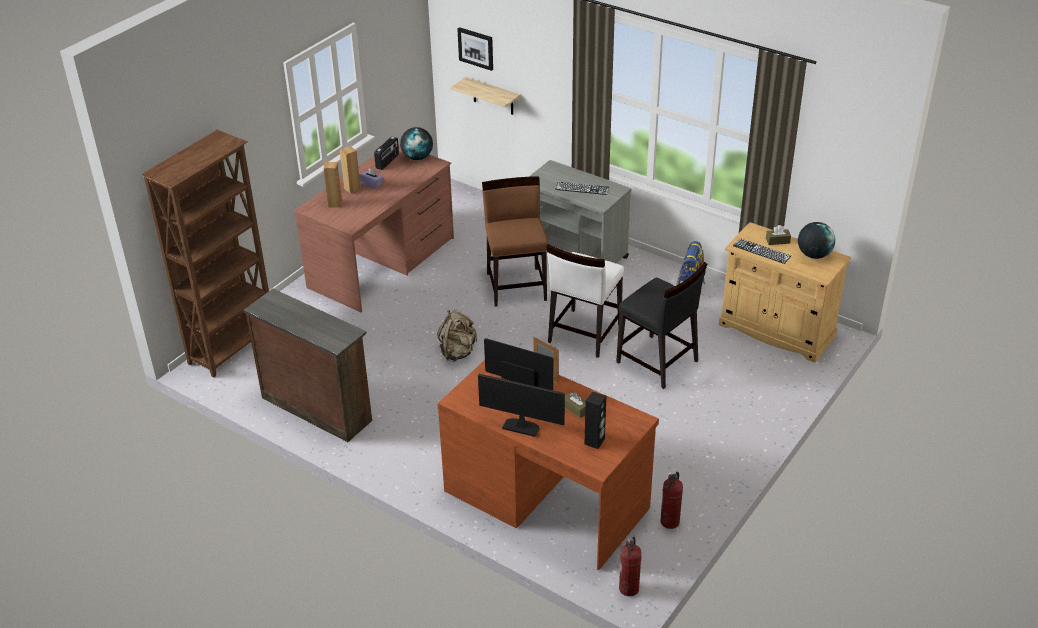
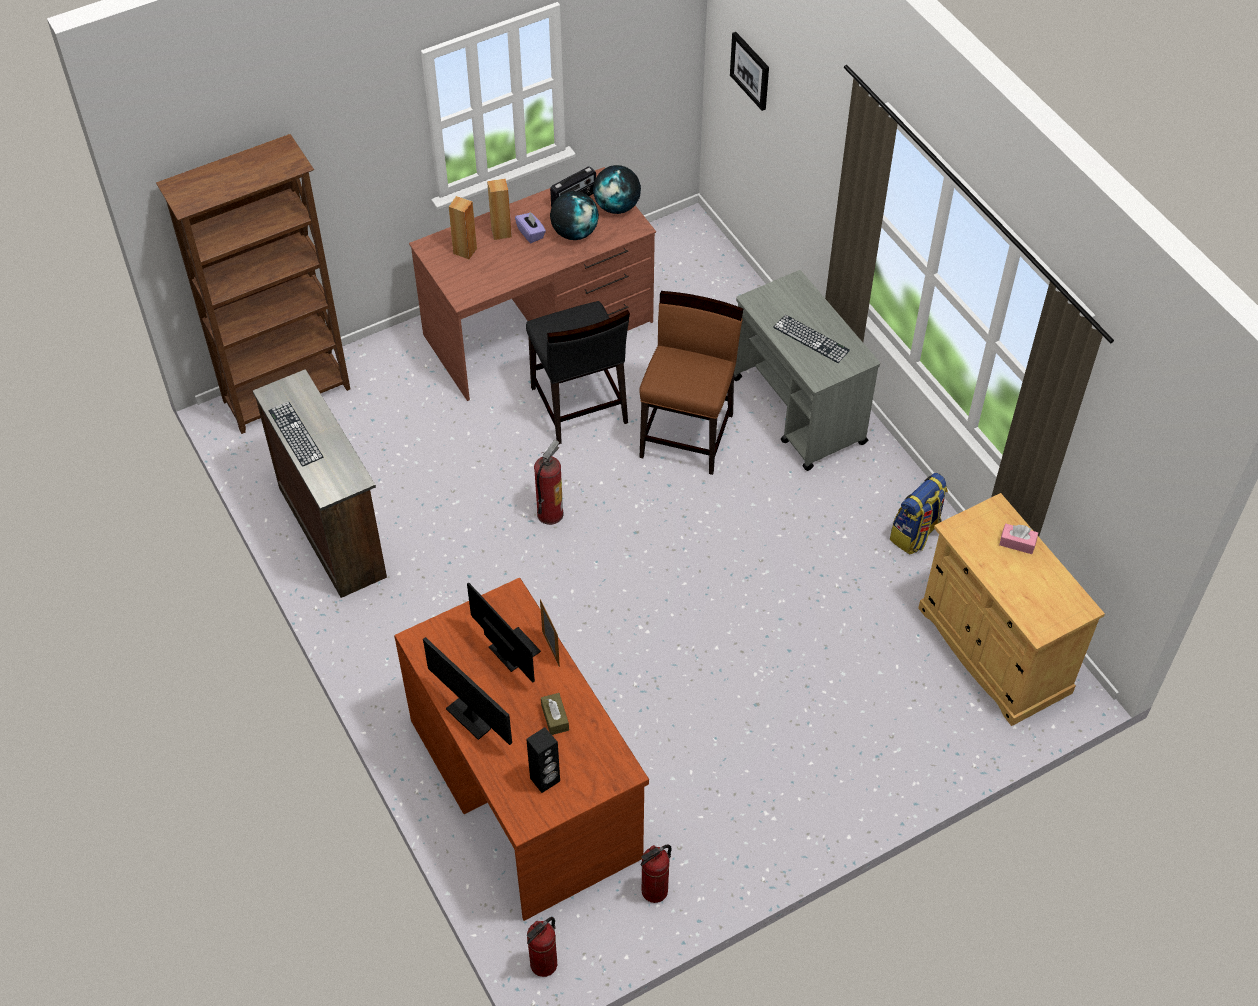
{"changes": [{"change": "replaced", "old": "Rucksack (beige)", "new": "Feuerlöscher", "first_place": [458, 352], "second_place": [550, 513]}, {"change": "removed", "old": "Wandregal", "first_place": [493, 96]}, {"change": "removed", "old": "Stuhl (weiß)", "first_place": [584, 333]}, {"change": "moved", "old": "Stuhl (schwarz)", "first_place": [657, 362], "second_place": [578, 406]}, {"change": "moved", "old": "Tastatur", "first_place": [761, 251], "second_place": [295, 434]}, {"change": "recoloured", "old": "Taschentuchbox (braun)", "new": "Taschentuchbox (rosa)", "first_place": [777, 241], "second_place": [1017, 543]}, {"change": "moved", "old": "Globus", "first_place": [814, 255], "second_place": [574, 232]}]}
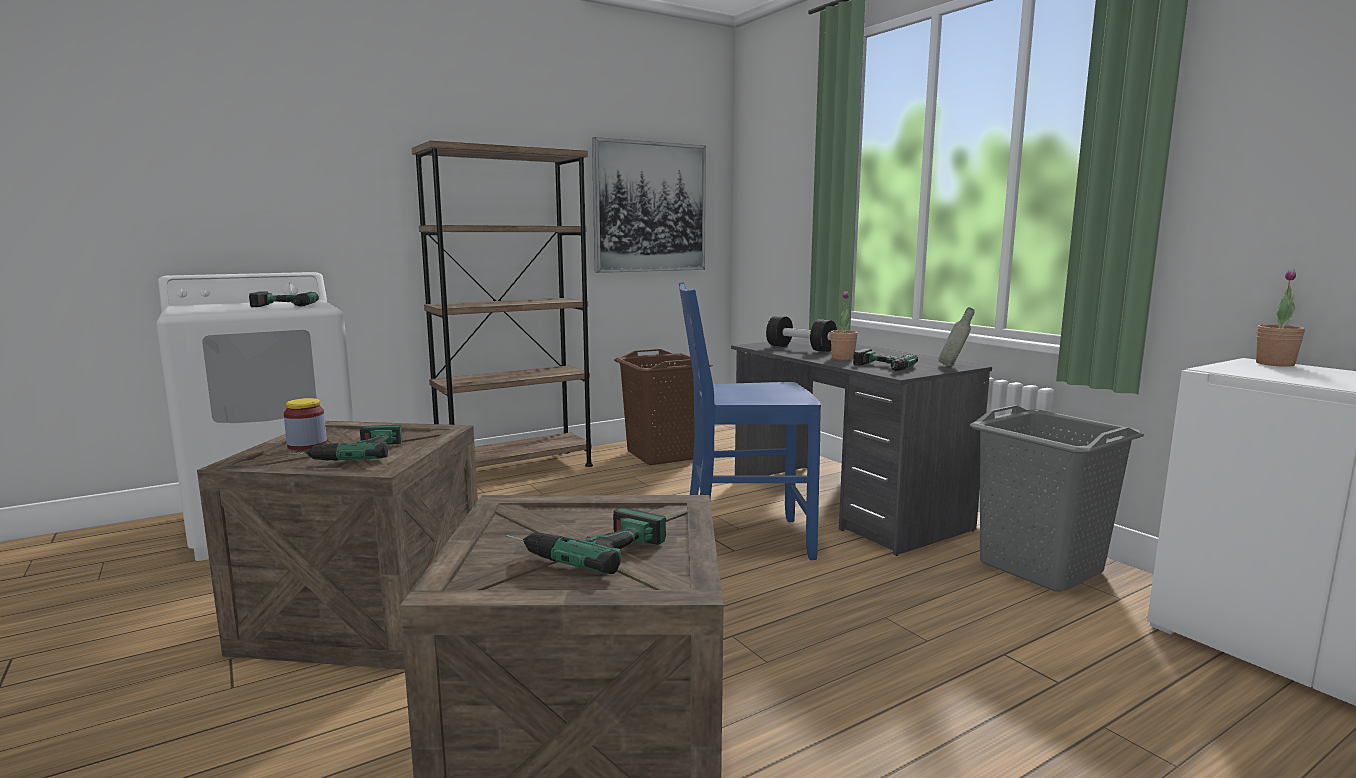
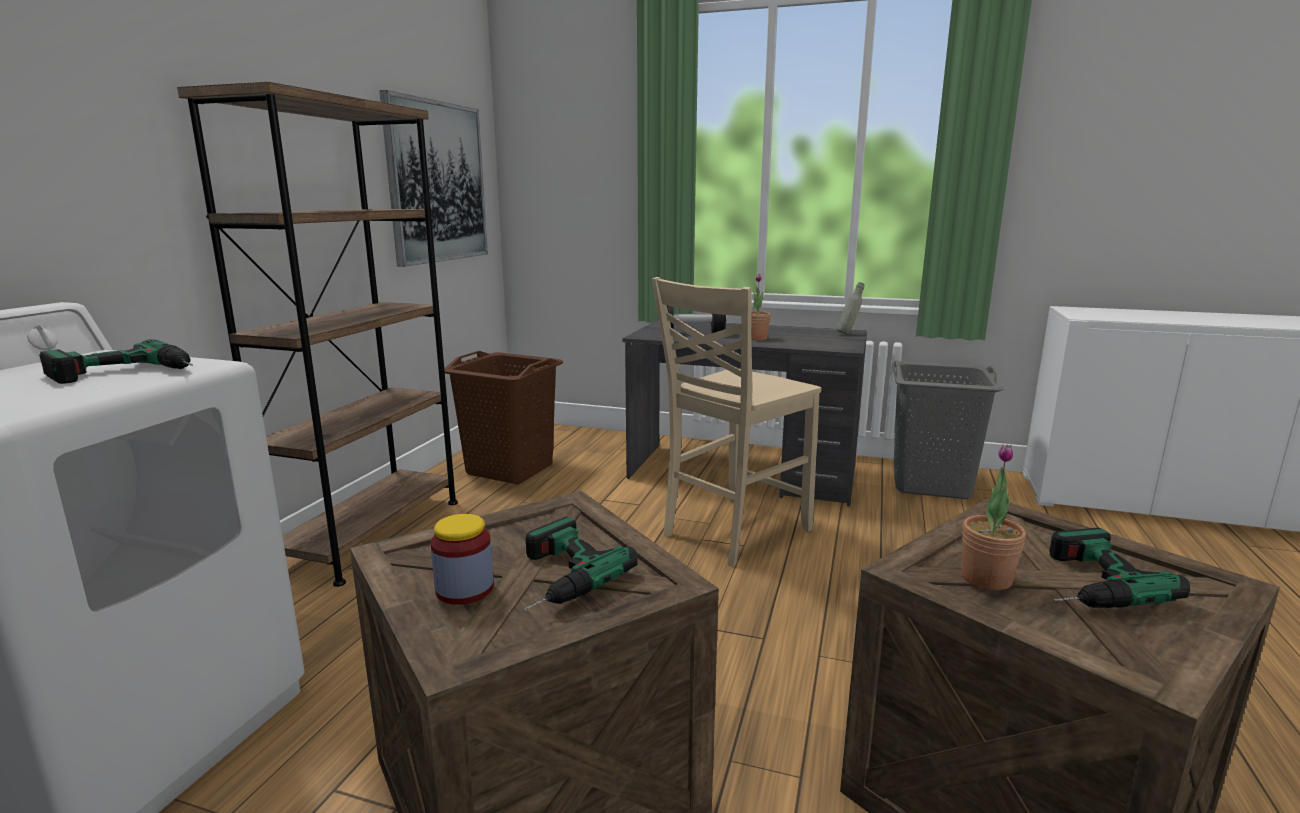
{"changes": [{"change": "recoloured", "old": "Stuhl (blau)", "new": "Stuhl (beige)", "first_place": [743, 539], "second_place": [732, 532]}, {"change": "removed", "old": "Bohrmaschine", "first_place": [879, 368]}, {"change": "moved", "old": "Topfpflanze", "first_place": [1275, 364], "second_place": [986, 578]}]}
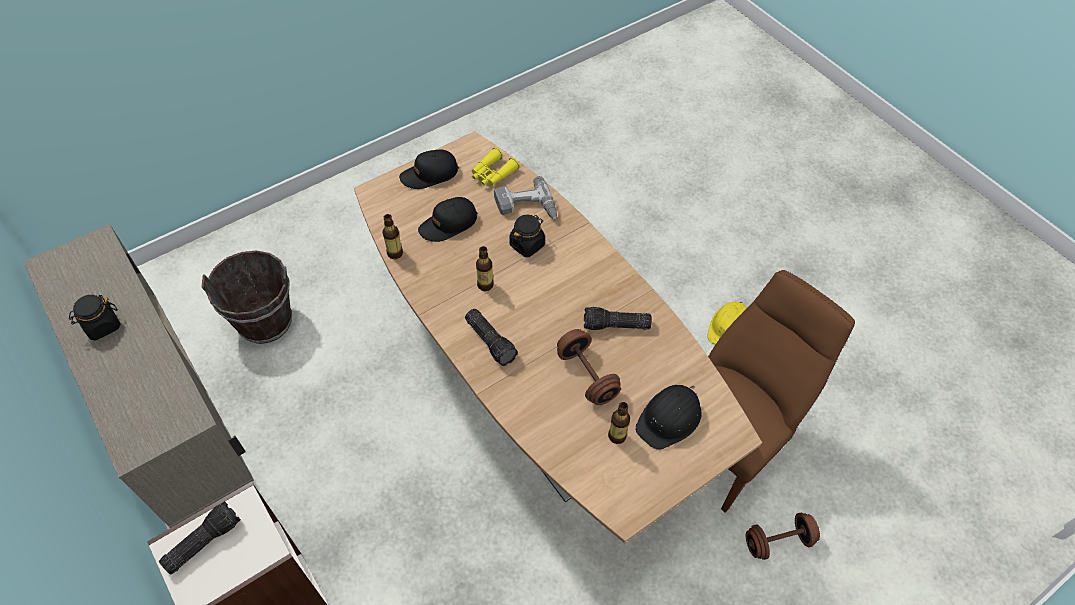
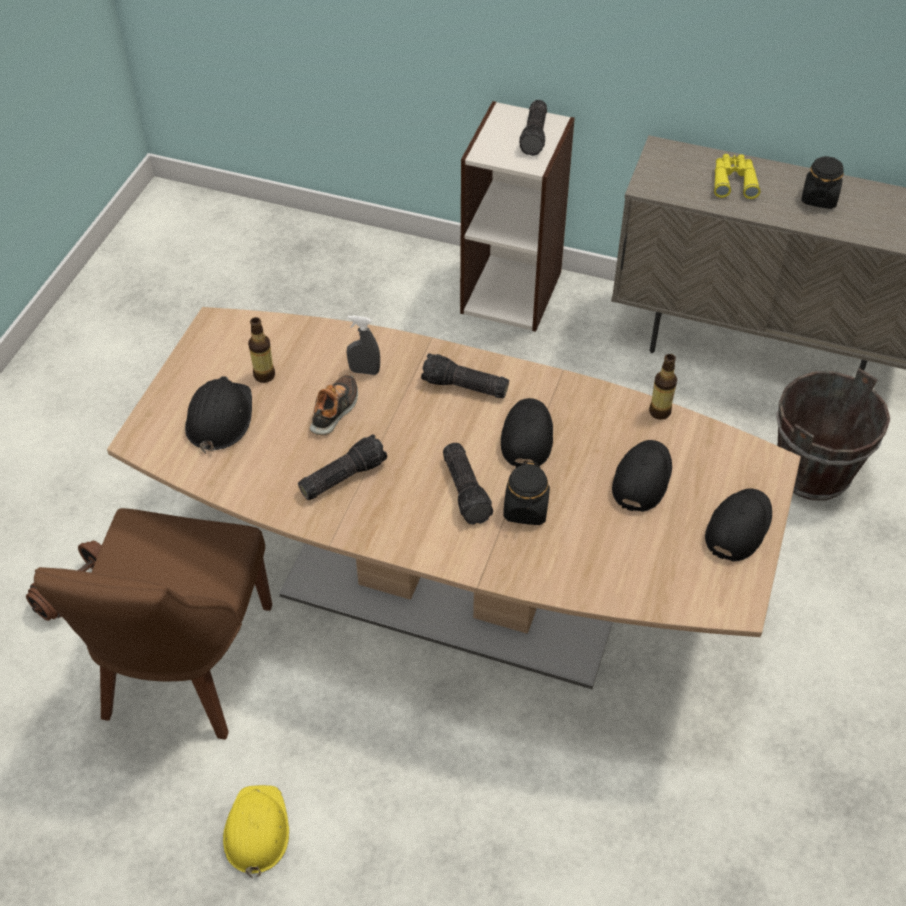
{"changes": [{"change": "moved", "old": "Fernglas (gelb)", "first_place": [492, 174], "second_place": [733, 181]}, {"change": "replaced", "old": "Flasche", "new": "Kappe (schwarz)", "first_place": [485, 285], "second_place": [527, 436]}, {"change": "removed", "old": "Bohrmaschine", "first_place": [526, 208]}, {"change": "replaced", "old": "Hantel (braun)", "new": "Schuh", "first_place": [587, 376], "second_place": [335, 410]}, {"change": "added", "new": "Sprühflasche (grau)", "second_place": [364, 371]}, {"change": "added", "new": "Taschenlampe", "second_place": [467, 490]}]}
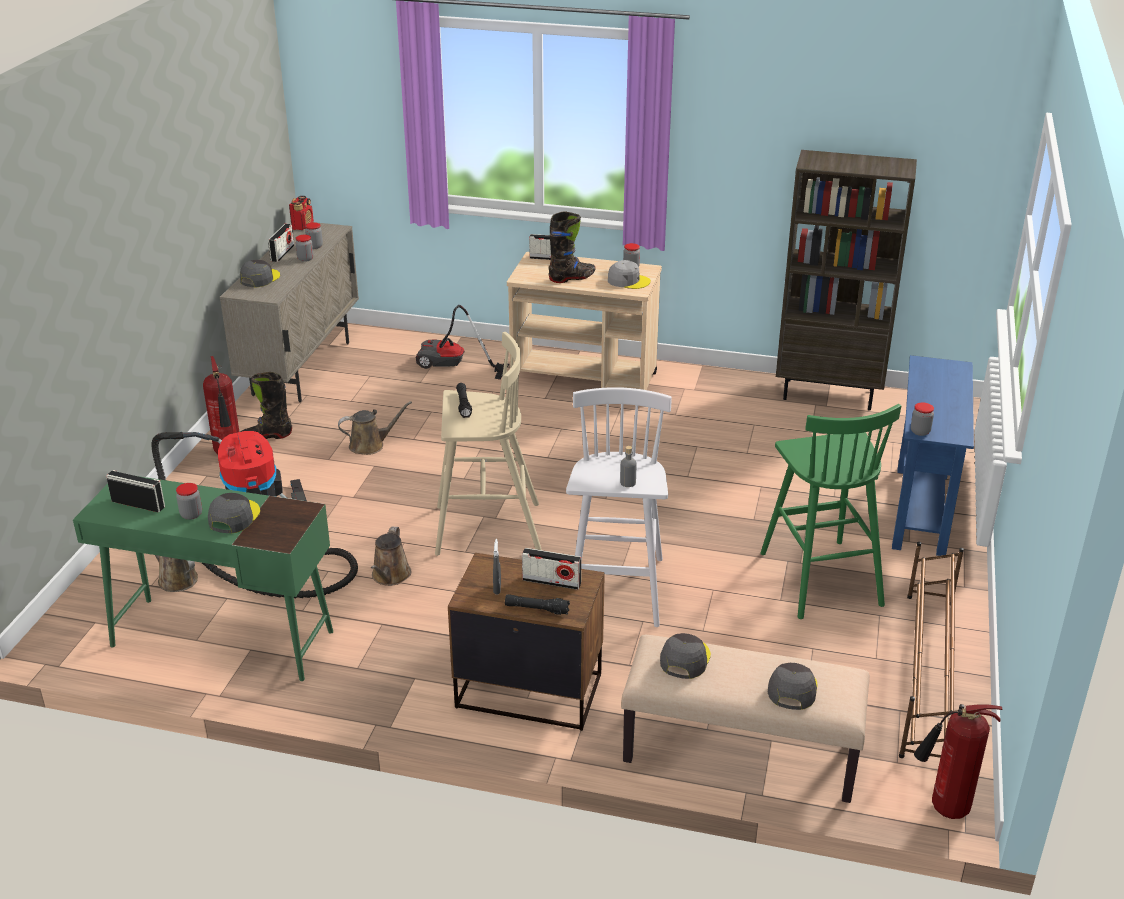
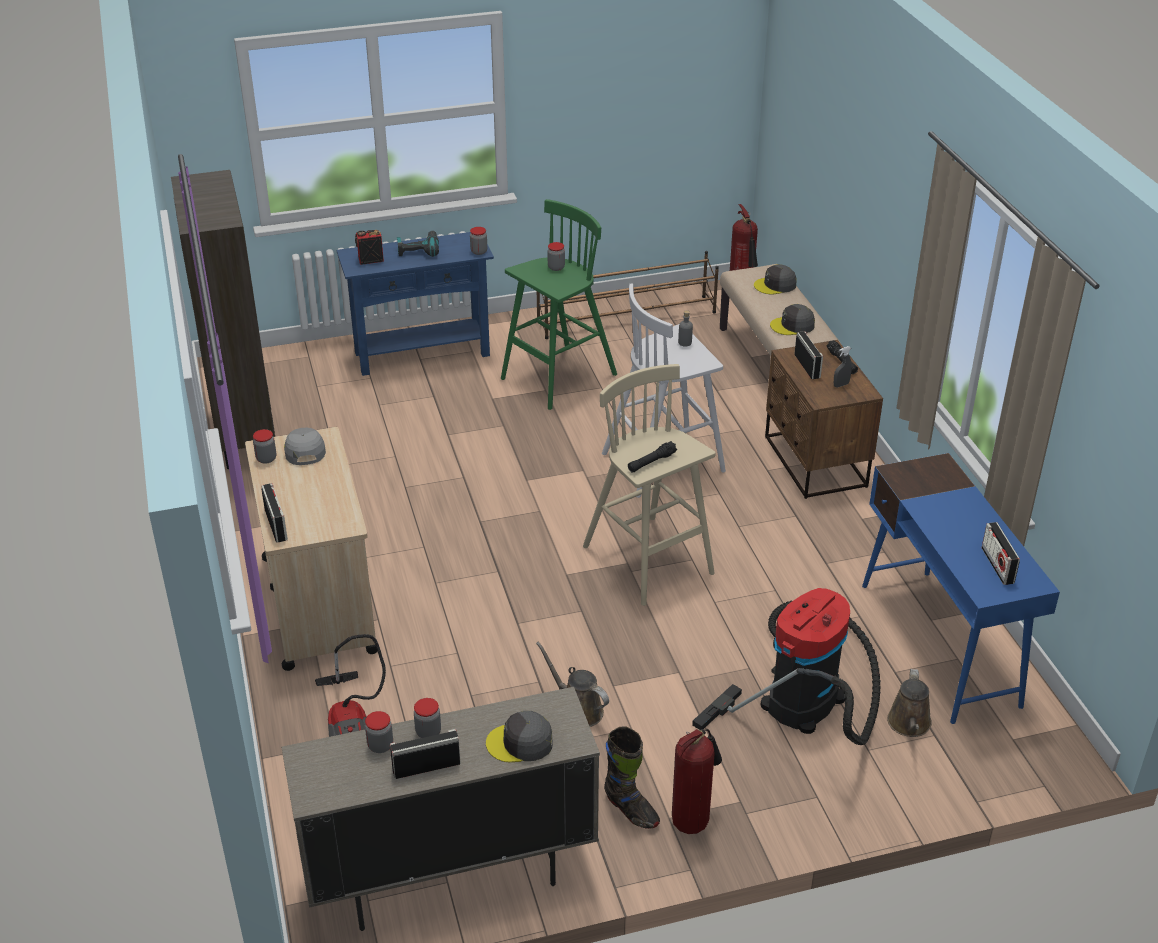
{"changes": [{"change": "recoloured", "old": "Schreibtisch (grün)", "new": "Schreibtisch (blau)", "first_place": [221, 638], "second_place": [939, 644]}, {"change": "moved", "old": "Vorratsglas", "first_place": [191, 514], "second_place": [556, 267]}, {"change": "removed", "old": "Kappe (grau)", "first_place": [234, 517]}, {"change": "moved", "old": "Radio", "first_place": [303, 226], "second_place": [370, 259]}, {"change": "removed", "old": "Gießkanne (braun)", "first_place": [390, 576]}, {"change": "removed", "old": "Stiefel (schwarz)", "first_place": [572, 278]}, {"change": "added", "new": "Bohrmaschine", "second_place": [418, 249]}]}
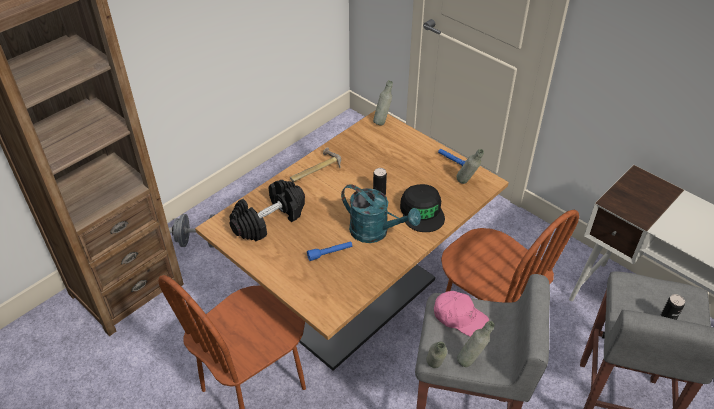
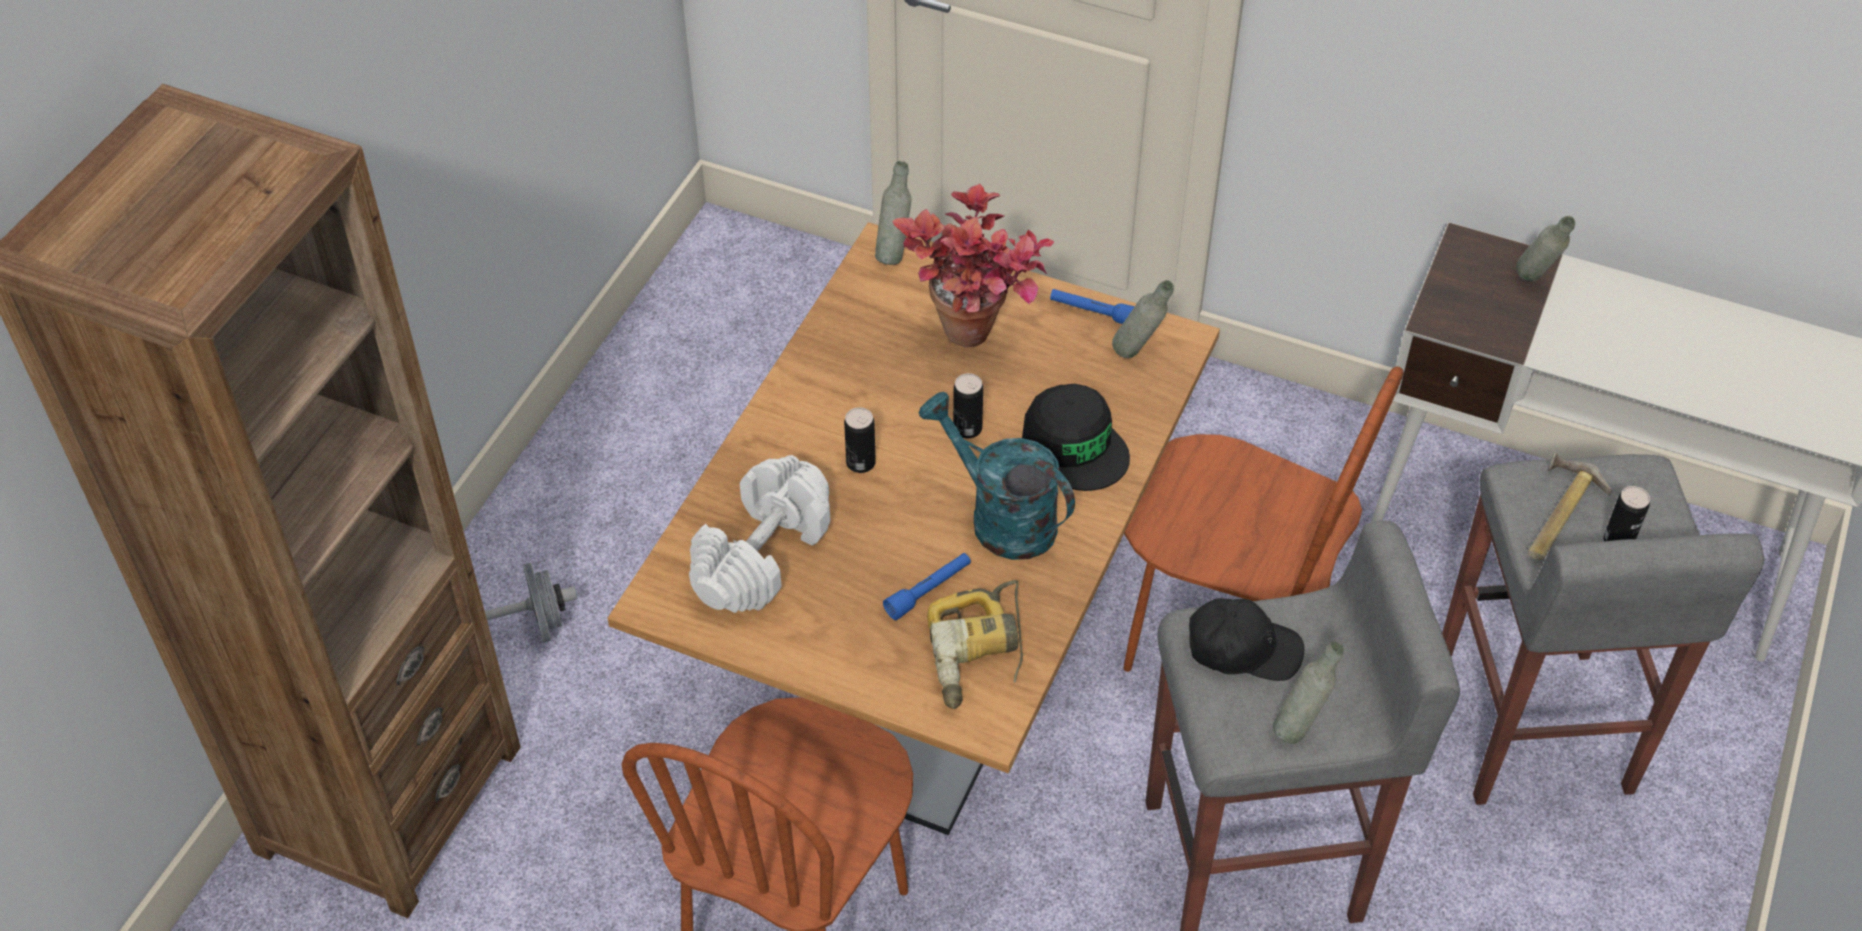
{"changes": [{"change": "recoloured", "old": "Hantel (schwarz)", "new": "Hantel (weiß)", "first_place": [269, 220], "second_place": [762, 554]}, {"change": "moved", "old": "Hammer", "first_place": [314, 169], "second_place": [1555, 513]}, {"change": "turned", "old": "Gießkanne (türkis)", "first_place": [375, 232], "second_place": [1000, 517], "degrees": -150}, {"change": "moved", "old": "Flasche (grau)", "first_place": [434, 369], "second_place": [1535, 283]}, {"change": "recoloured", "old": "Kappe (rosa)", "new": "Kappe (schwarz)", "first_place": [460, 317], "second_place": [1242, 649]}, {"change": "added", "new": "Dose", "second_place": [860, 463]}, {"change": "added", "new": "Topfpflanze", "second_place": [977, 344]}, {"change": "added", "new": "Bohrmaschine", "second_place": [979, 654]}]}
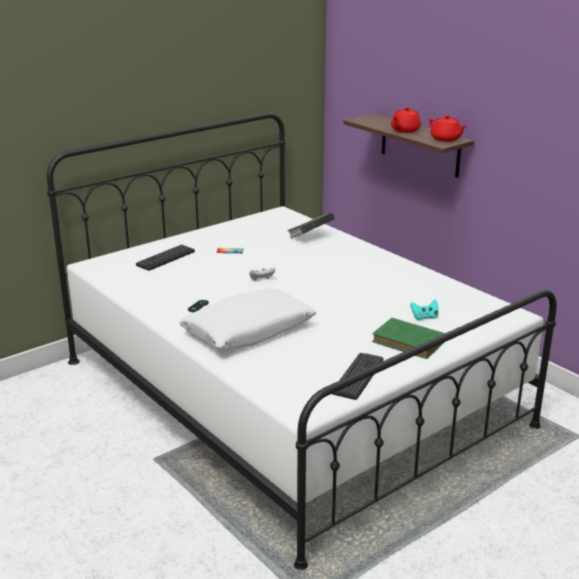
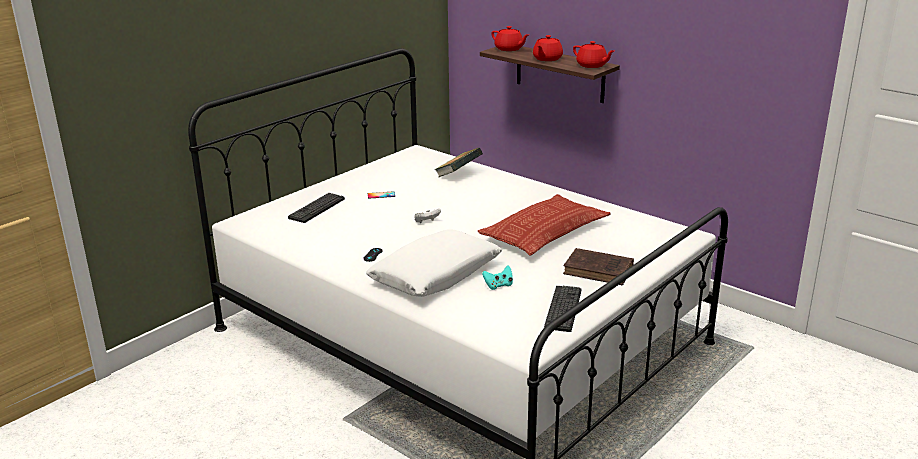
{"changes": [{"change": "recoloured", "old": "Buch (grün)", "new": "Buch (braun)", "first_place": [410, 342], "second_place": [600, 271]}, {"change": "moved", "old": "Gamepad (türkis)", "first_place": [424, 317], "second_place": [498, 285]}, {"change": "added", "new": "Kissen", "second_place": [544, 232]}, {"change": "added", "new": "Teekanne (rot)", "second_place": [509, 49]}]}
